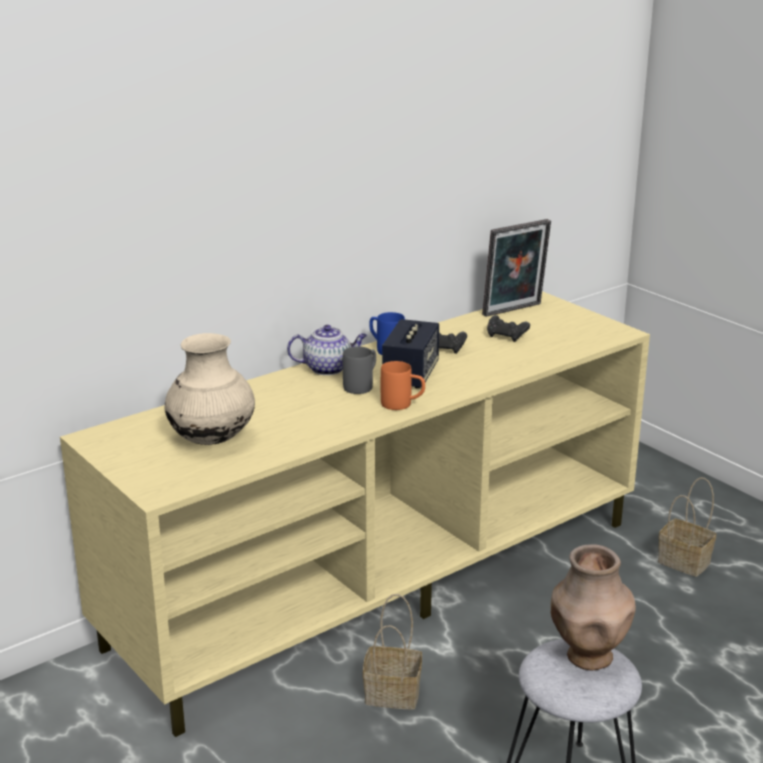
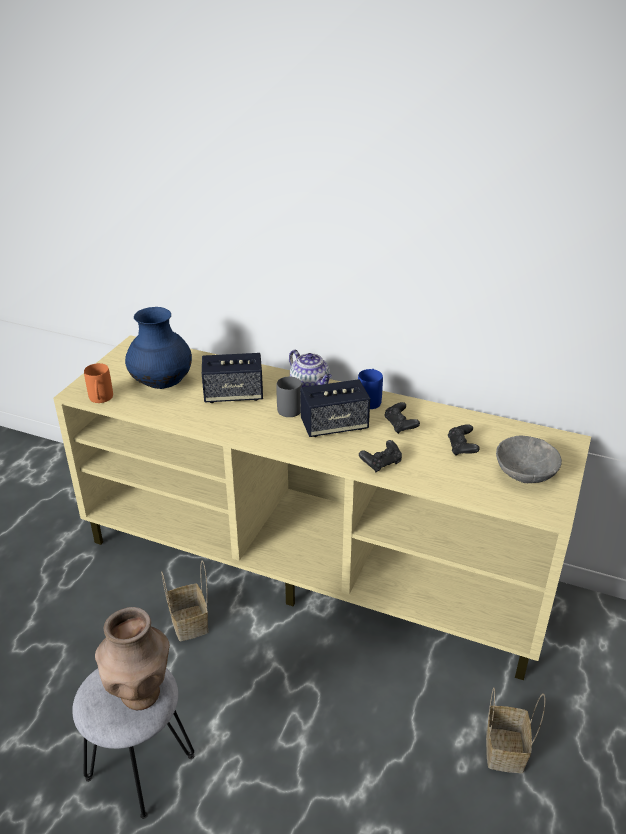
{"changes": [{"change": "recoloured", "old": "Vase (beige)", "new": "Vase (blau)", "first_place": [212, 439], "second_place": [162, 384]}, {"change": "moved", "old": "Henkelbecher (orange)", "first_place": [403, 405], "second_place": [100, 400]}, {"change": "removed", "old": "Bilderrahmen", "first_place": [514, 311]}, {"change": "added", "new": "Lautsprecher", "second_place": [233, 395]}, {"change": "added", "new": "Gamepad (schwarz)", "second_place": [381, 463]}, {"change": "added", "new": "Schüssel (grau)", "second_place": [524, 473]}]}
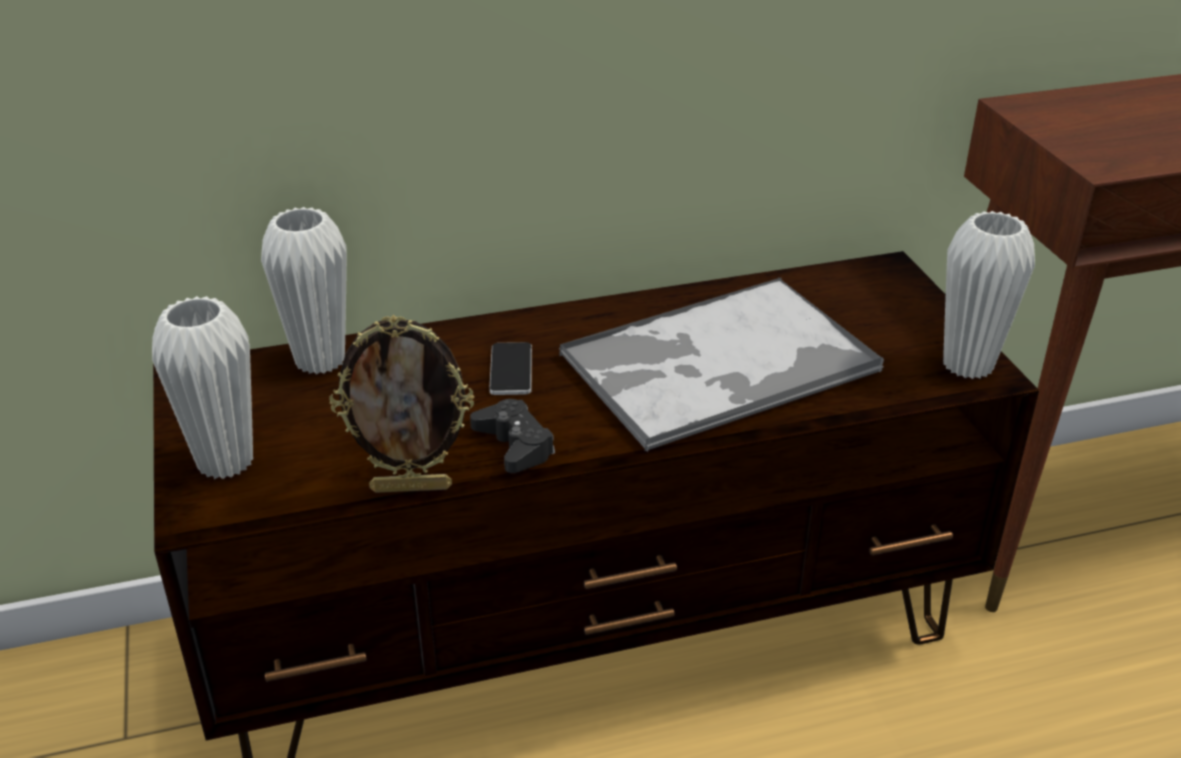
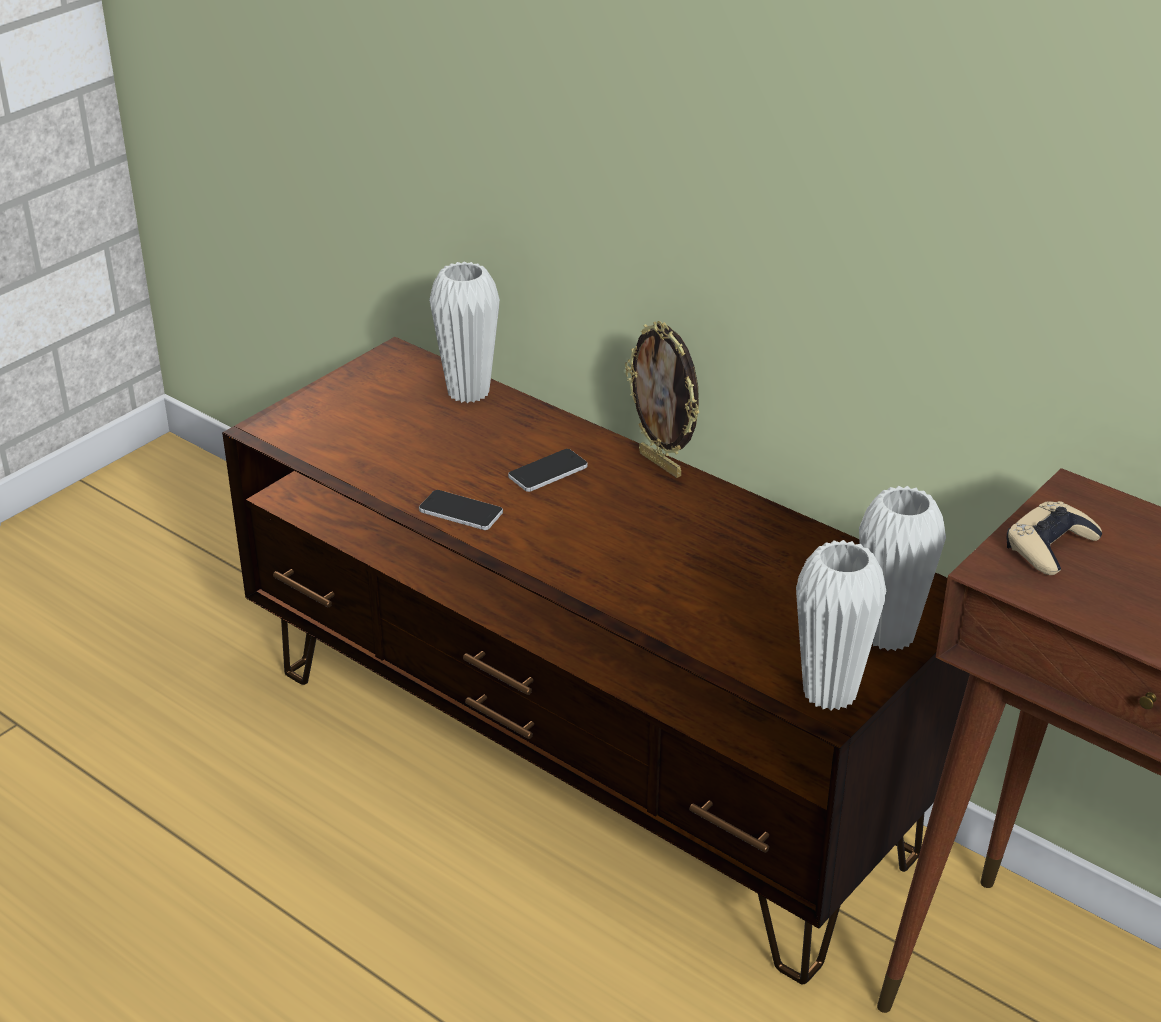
{"changes": [{"change": "moved", "old": "Vase (weiß)", "first_place": [225, 462], "second_place": [888, 635]}, {"change": "moved", "old": "Bilderrahmen", "first_place": [412, 487], "second_place": [661, 464]}, {"change": "replaced", "old": "Gamepad (schwarz)", "new": "Handy", "first_place": [514, 444], "second_place": [460, 511]}, {"change": "removed", "old": "Tablett", "first_place": [716, 364]}, {"change": "added", "new": "Gamepad (beige)", "second_place": [1050, 546]}]}
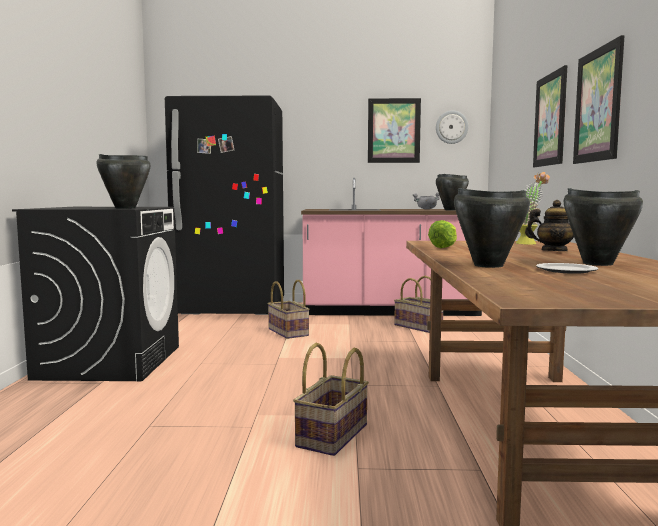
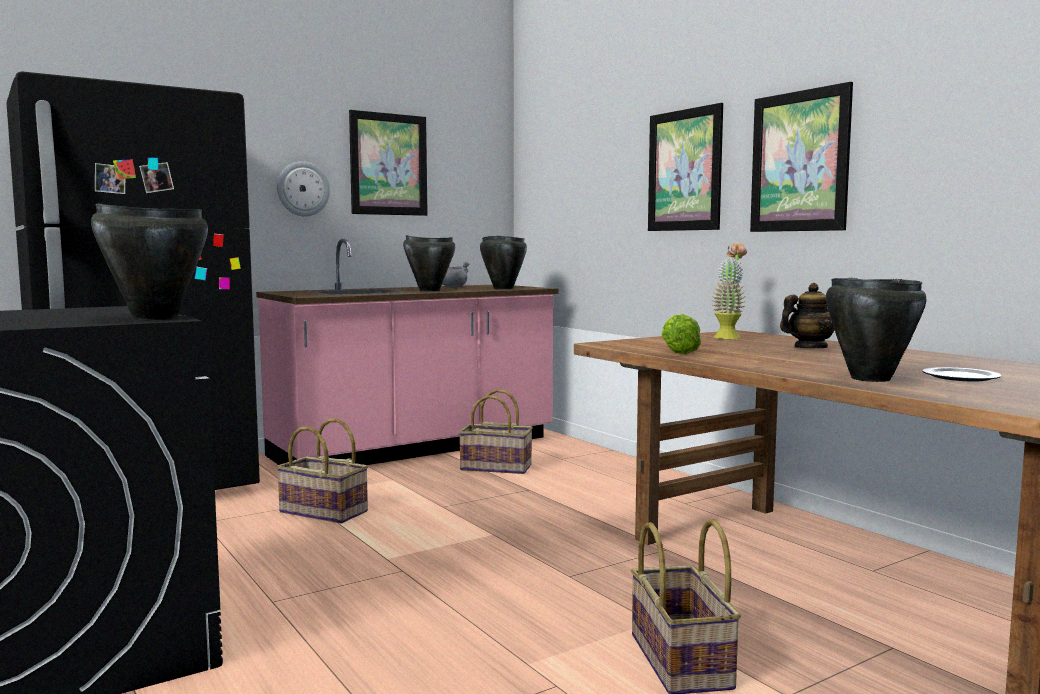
{"changes": [{"change": "moved", "old": "Wanduhr", "first_place": [451, 127], "second_place": [303, 189]}, {"change": "moved", "old": "Kochtopf (schwarz)", "first_place": [597, 263], "second_place": [429, 290]}]}
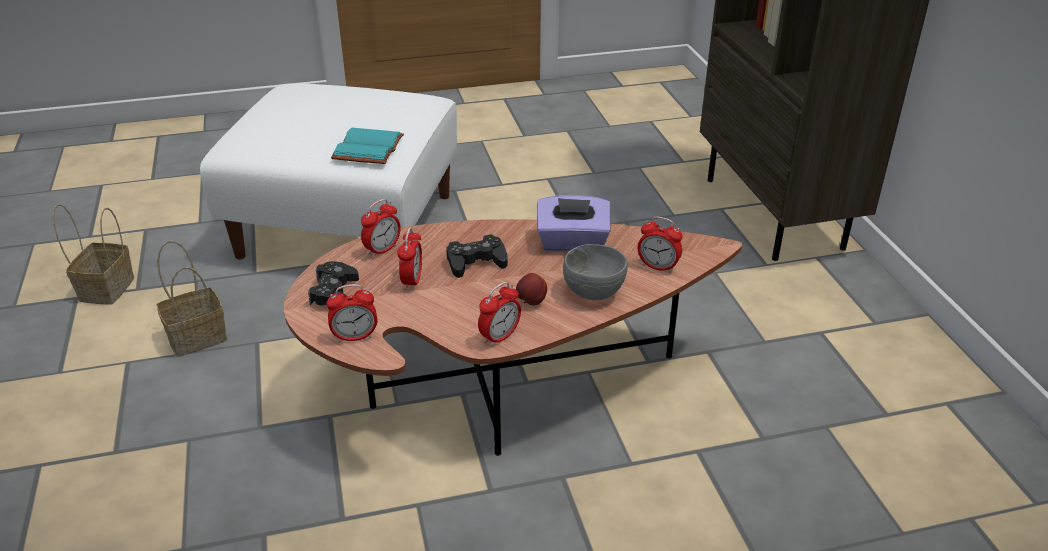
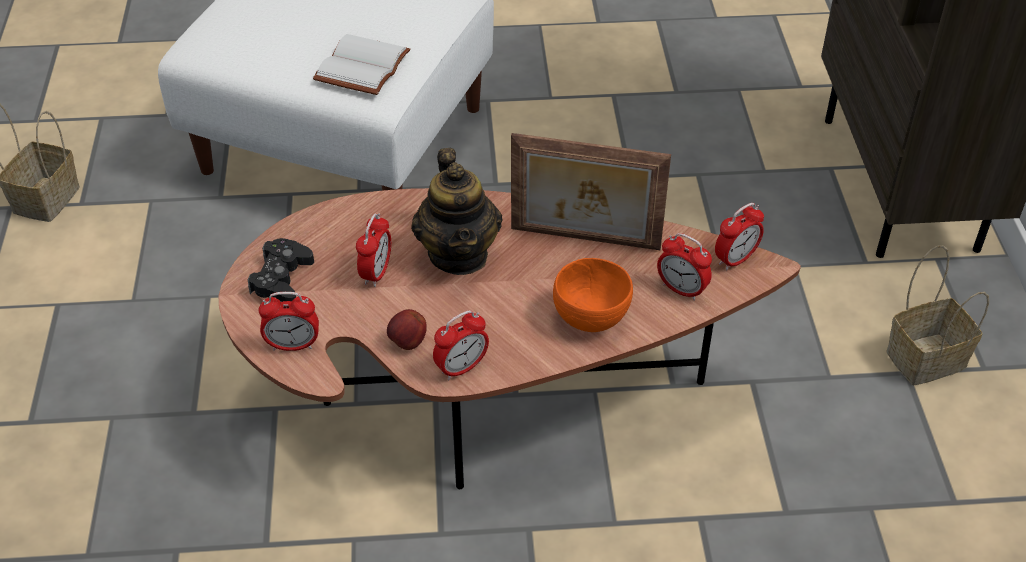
{"changes": [{"change": "moved", "old": "Korb", "first_place": [195, 339], "second_place": [924, 361]}, {"change": "recoloured", "old": "Buch (türkis)", "new": "Buch (weiß)", "first_place": [370, 149], "second_place": [364, 68]}, {"change": "moved", "old": "Wecker", "first_place": [382, 250], "second_place": [735, 259]}, {"change": "replaced", "old": "Gamepad (schwarz)", "new": "Teekanne", "first_place": [476, 262], "second_place": [459, 254]}, {"change": "moved", "old": "Apfel", "first_place": [531, 302], "second_place": [407, 343]}, {"change": "replaced", "old": "Taschentuchbox (lila)", "new": "Bilderrahmen", "first_place": [572, 243], "second_place": [584, 240]}, {"change": "recoloured", "old": "Schüssel (grau)", "new": "Schüssel (orange)", "first_place": [593, 293], "second_place": [590, 318]}]}
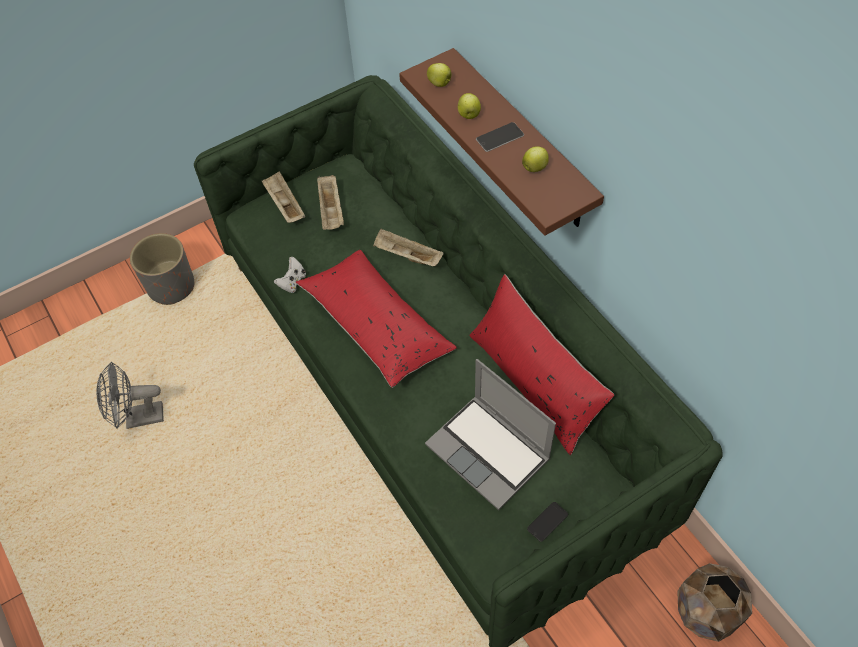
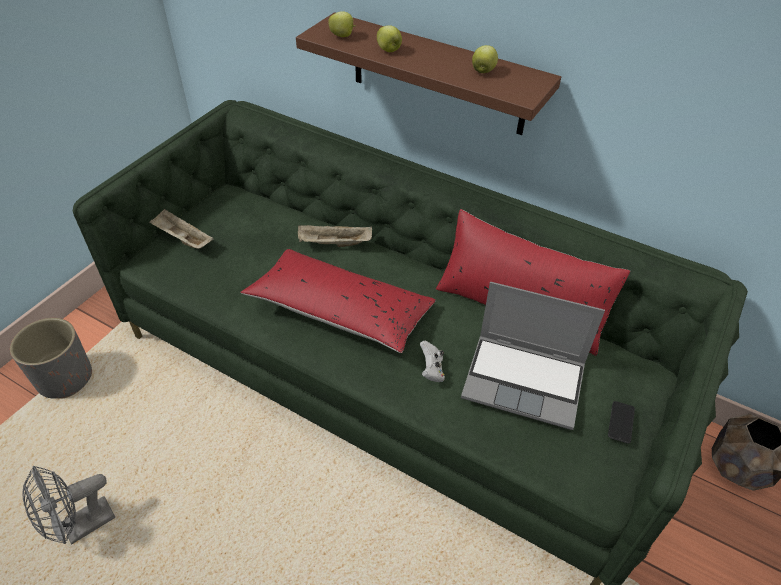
{"changes": [{"change": "moved", "old": "Gamepad (weiß)", "first_place": [292, 282], "second_place": [431, 370]}, {"change": "removed", "old": "Tablett (beige)", "first_place": [331, 211]}, {"change": "removed", "old": "Handy", "first_place": [500, 137]}]}
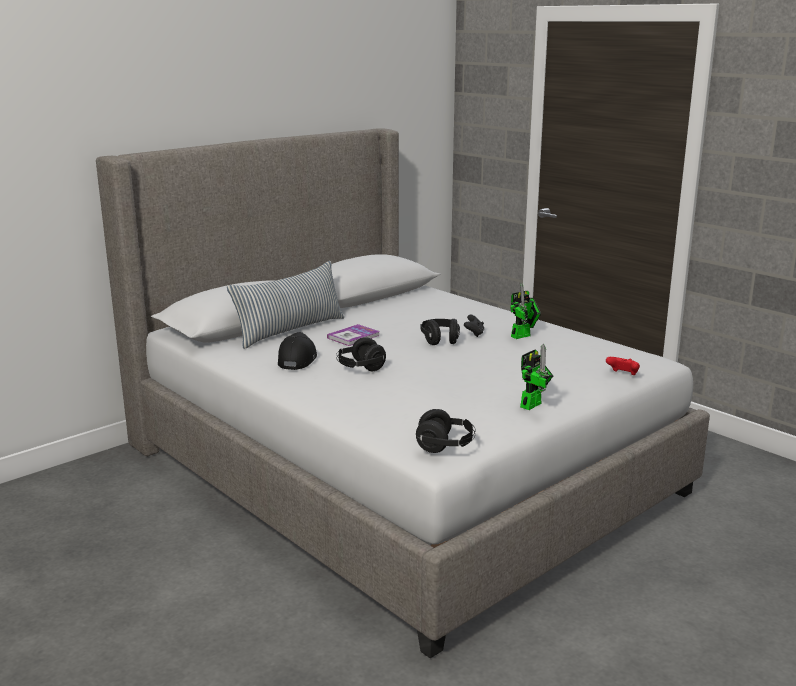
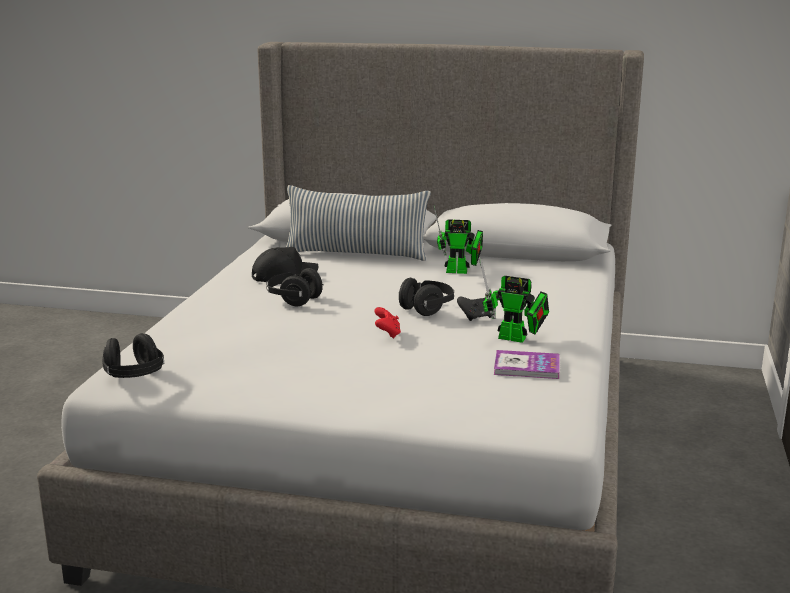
{"changes": [{"change": "moved", "old": "Buch", "first_place": [353, 337], "second_place": [526, 367]}, {"change": "moved", "old": "Spielzeugroboter", "first_place": [533, 404], "second_place": [460, 271]}, {"change": "moved", "old": "Gamepad (rot)", "first_place": [622, 375], "second_place": [387, 334]}]}
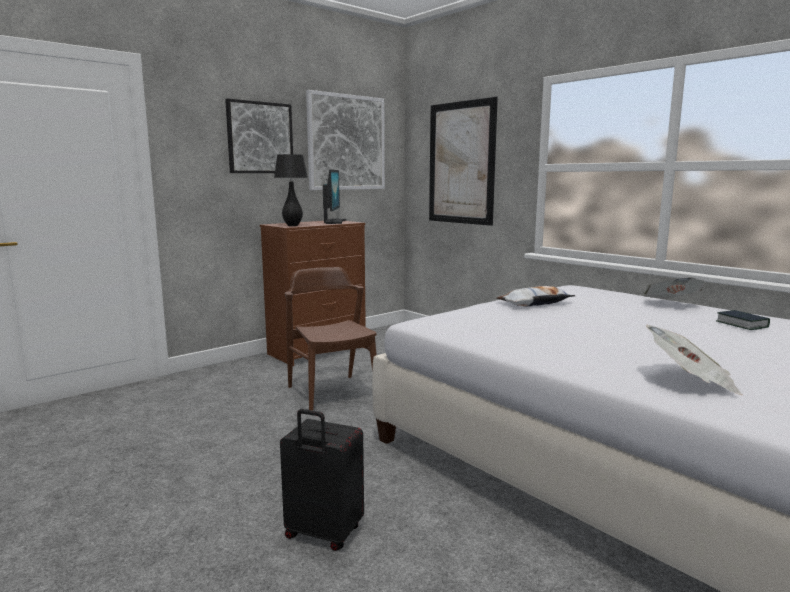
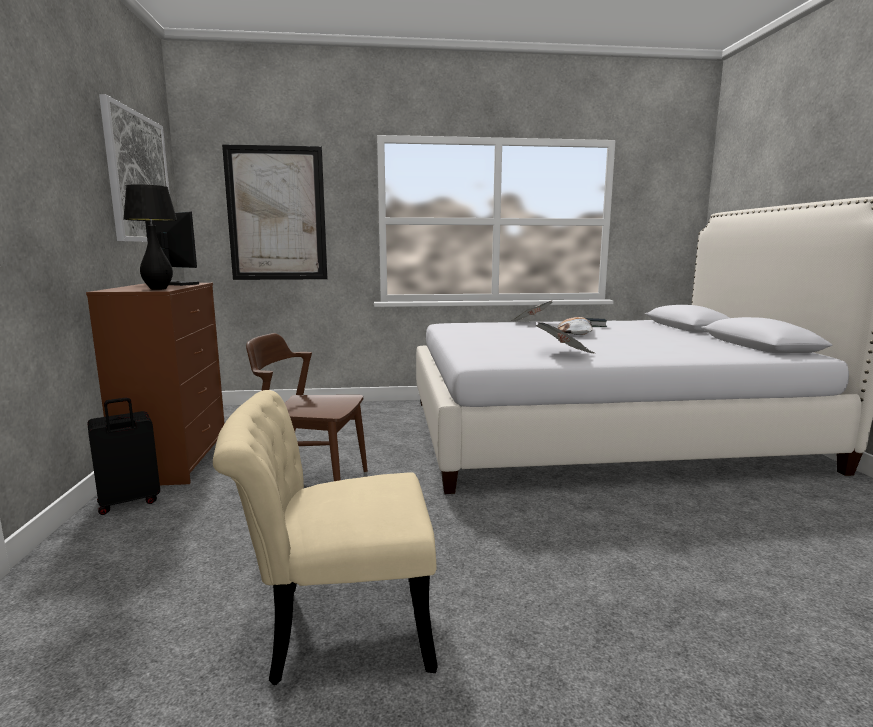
{"changes": [{"change": "removed", "old": "Bild", "first_place": [260, 138]}, {"change": "moved", "old": "Koffer (schwarz)", "first_place": [322, 534], "second_place": [129, 503]}, {"change": "moved", "old": "Kissen", "first_place": [534, 303], "second_place": [574, 332]}, {"change": "moved", "old": "Zeitung", "first_place": [691, 382], "second_place": [564, 354]}, {"change": "added", "new": "Stuhl (beige)", "second_place": [335, 626]}]}
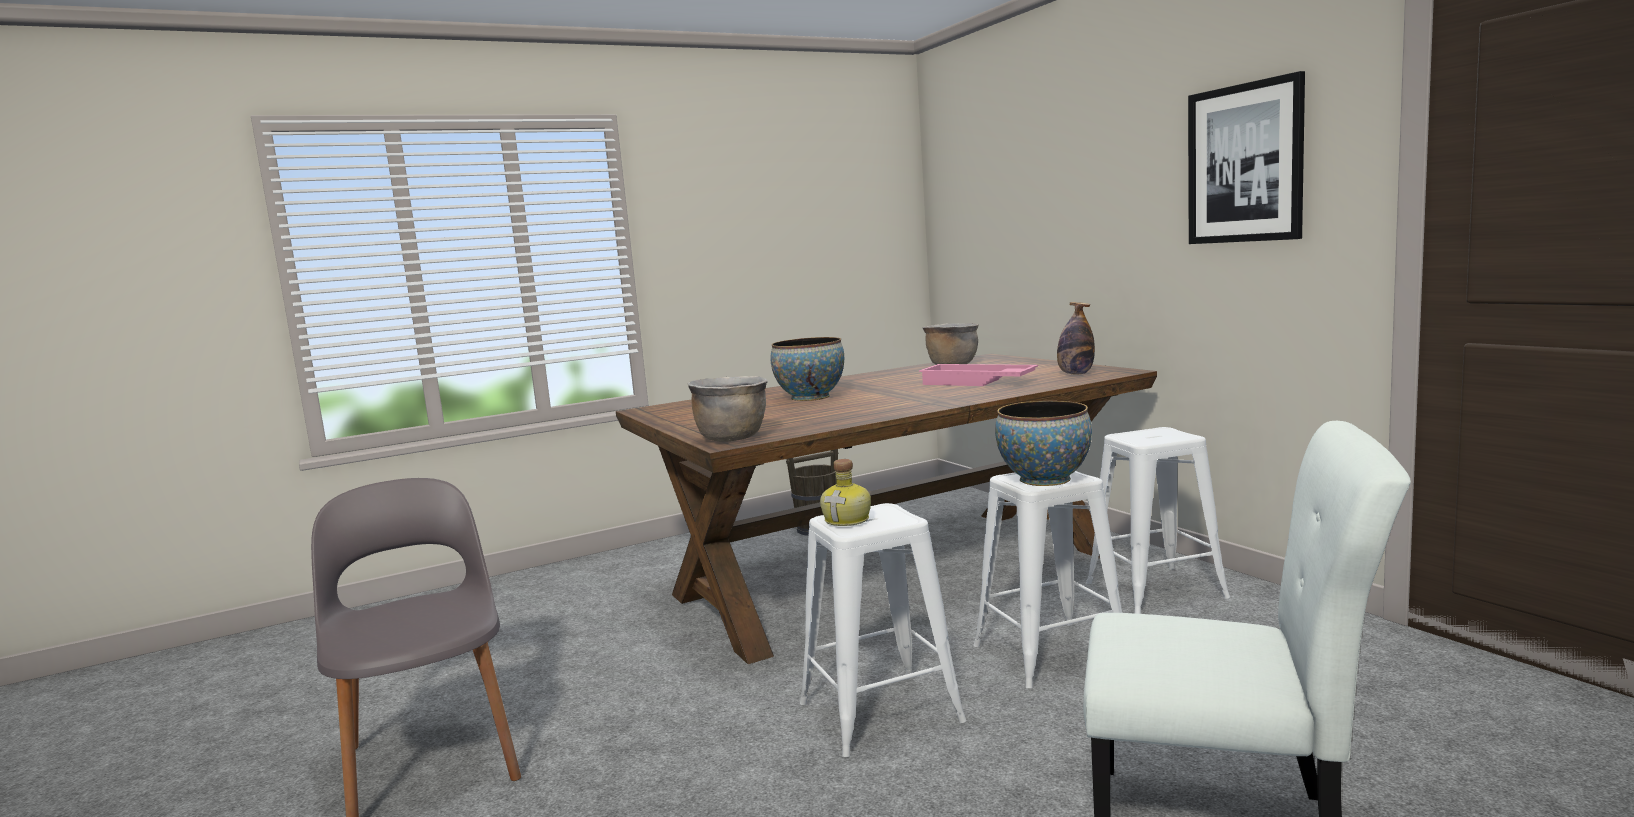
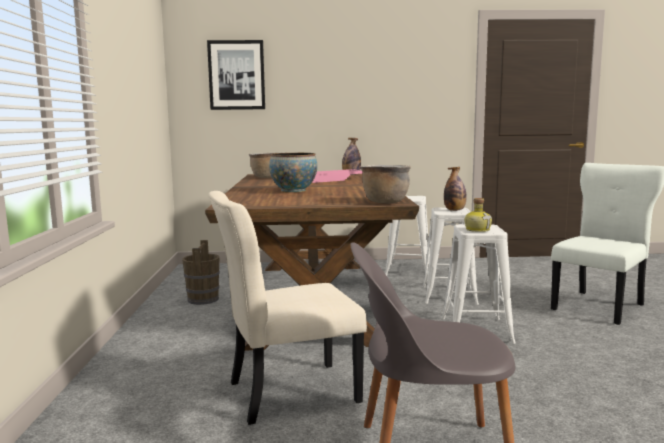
{"changes": [{"change": "replaced", "old": "Schüssel", "new": "Flasche", "first_place": [1044, 479], "second_place": [454, 210]}, {"change": "moved", "old": "Bild", "first_place": [1245, 163], "second_place": [236, 75]}, {"change": "added", "new": "Stuhl (beige)", "second_place": [287, 393]}]}
